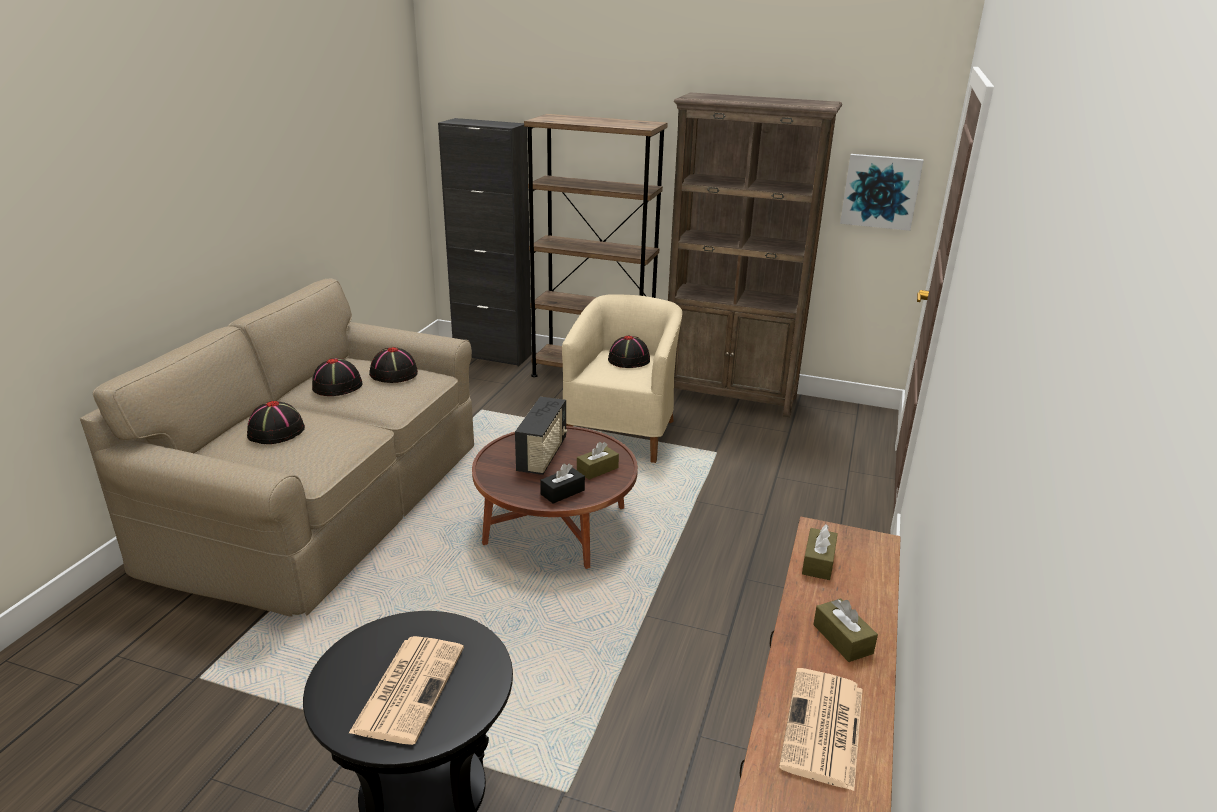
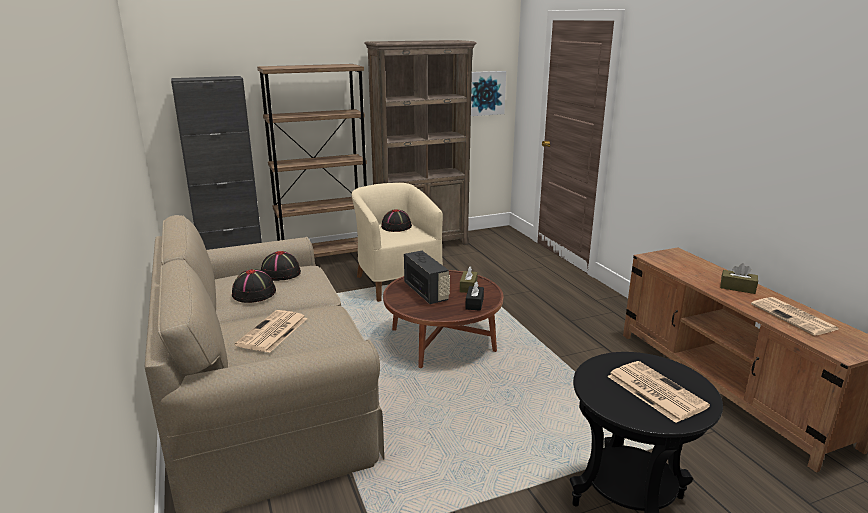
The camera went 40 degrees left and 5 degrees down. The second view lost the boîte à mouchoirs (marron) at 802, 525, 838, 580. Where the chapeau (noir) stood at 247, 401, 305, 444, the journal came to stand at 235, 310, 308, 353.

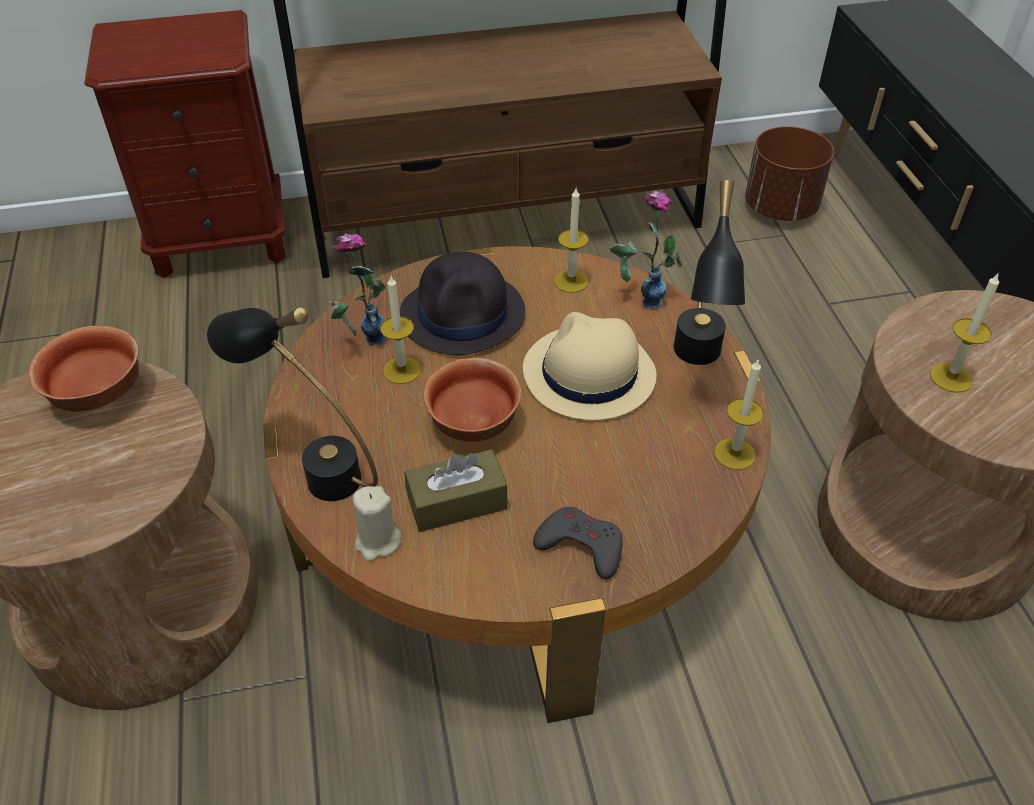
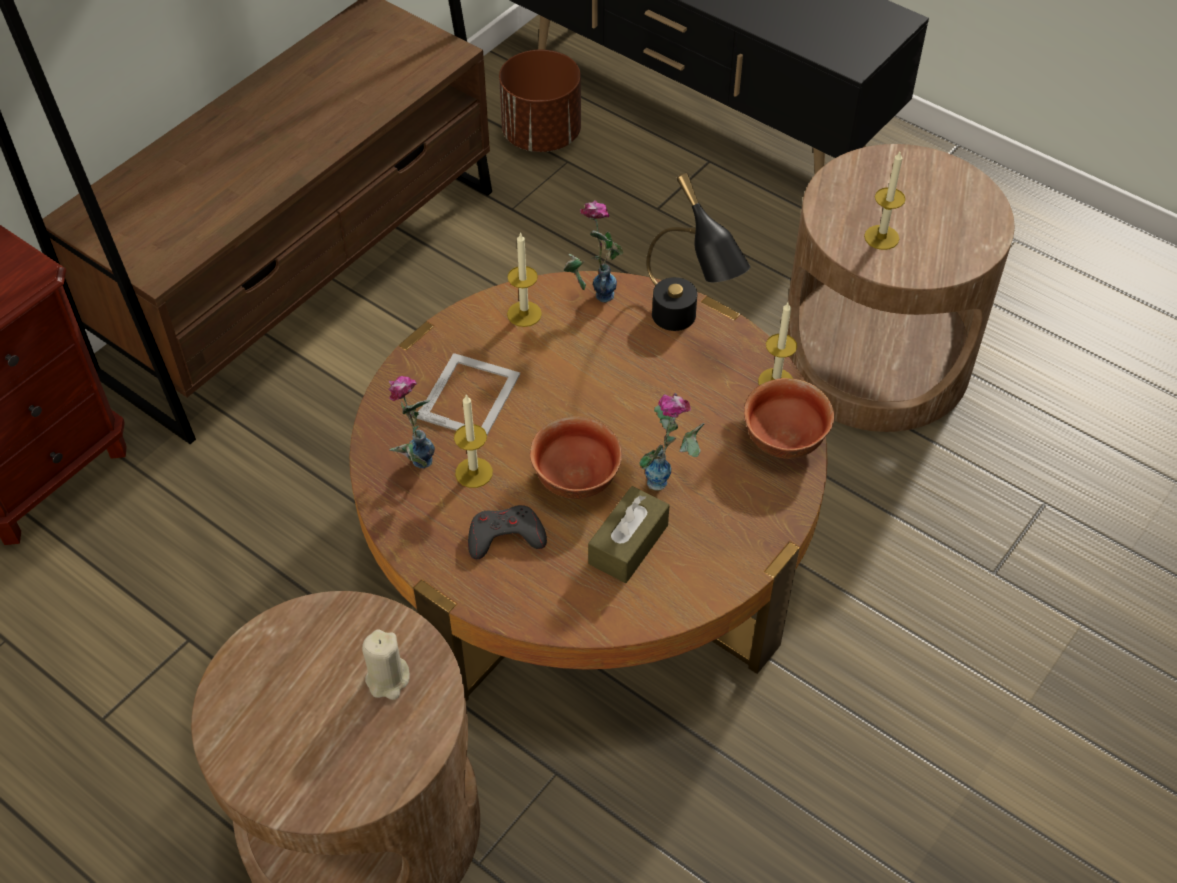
The camera went 40 degrees left and 5 degrees up. The second view lost the lampe de table (noir) at 207, 308, 378, 501. The second view lost the chapeau (beige) at 523, 312, 657, 420. The second view gained the vase at 639, 393, 705, 491. The bol ended up elsewhere, having gone from 29, 325, 139, 412 to 744, 378, 834, 459. The bougie (beige) ended up elsewhere, having gone from 353, 486, 402, 561 to 362, 629, 410, 700. The manette (gris) ended up elsewhere, having gone from 533, 507, 623, 579 to 468, 505, 547, 559. Where the chapeau (noir) stood at 400, 251, 525, 355, the cadre photo came to stand at 417, 353, 520, 435.

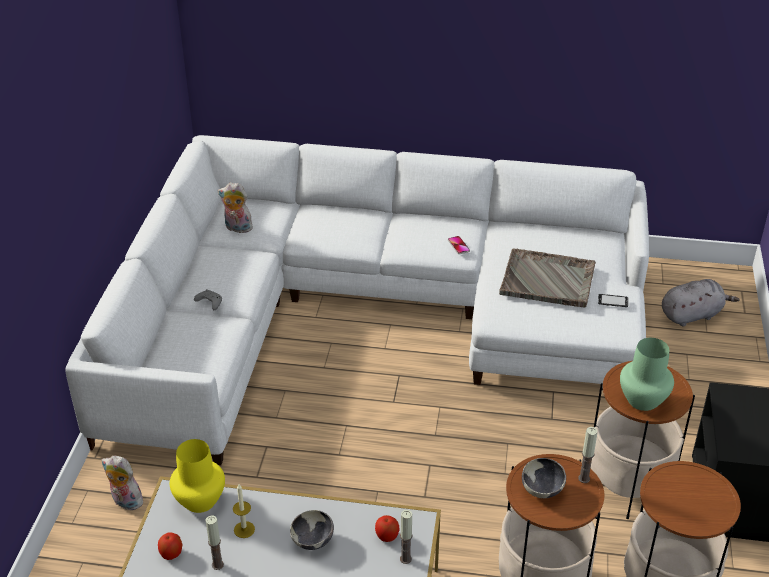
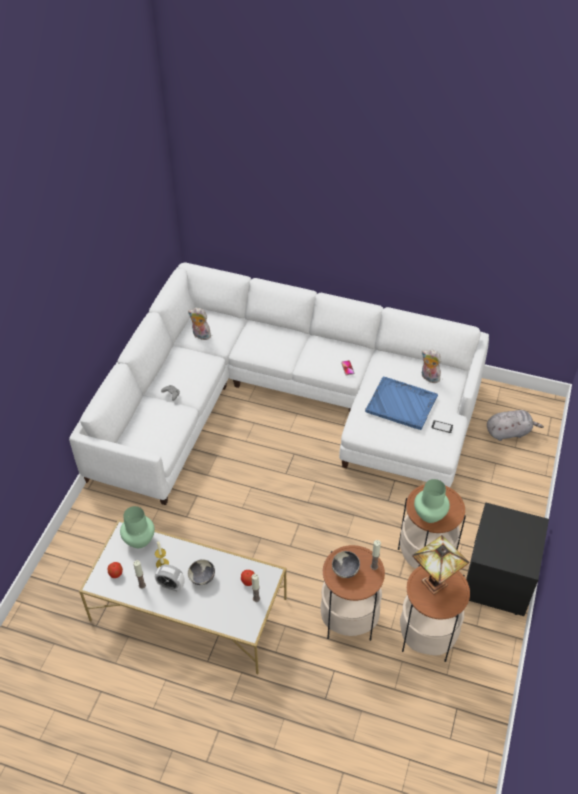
The camera went 10 degrees right and 10 degrees up. The second view gained the réveil at 155, 564, 185, 591. The second view gained the lampe de table at 412, 535, 469, 595. The peluche ended up elsewhere, having gone from 102, 456, 143, 510 to 422, 350, 441, 383. What was the vase (jaune) at 170, 439, 225, 513 turned into the vase (vert) at 120, 506, 155, 548. What was the plateau (gris) at 499, 248, 596, 308 turned into the plateau (bleu) at 365, 377, 438, 430.

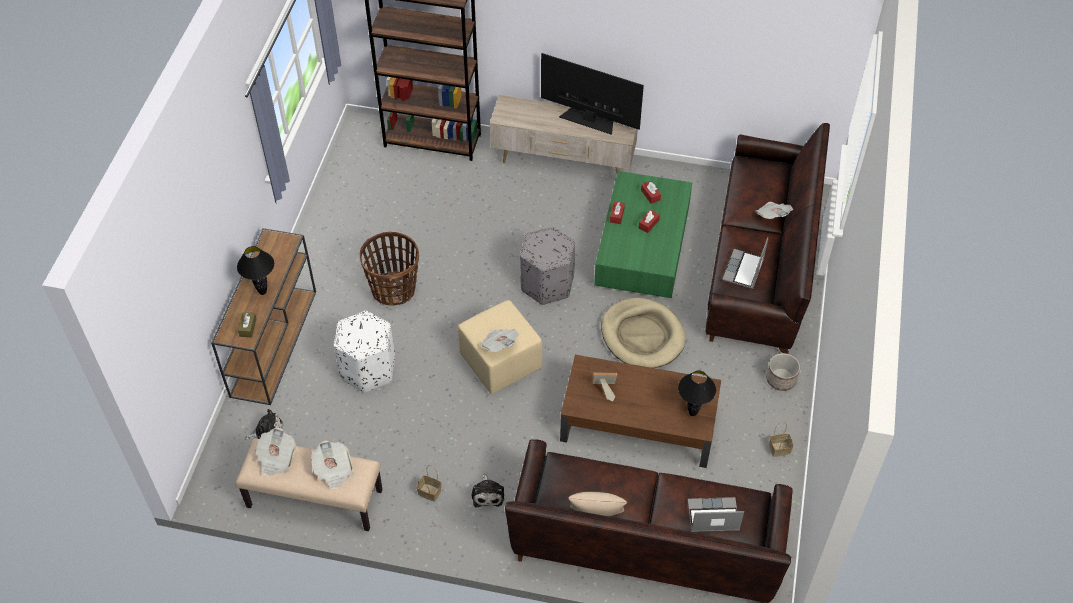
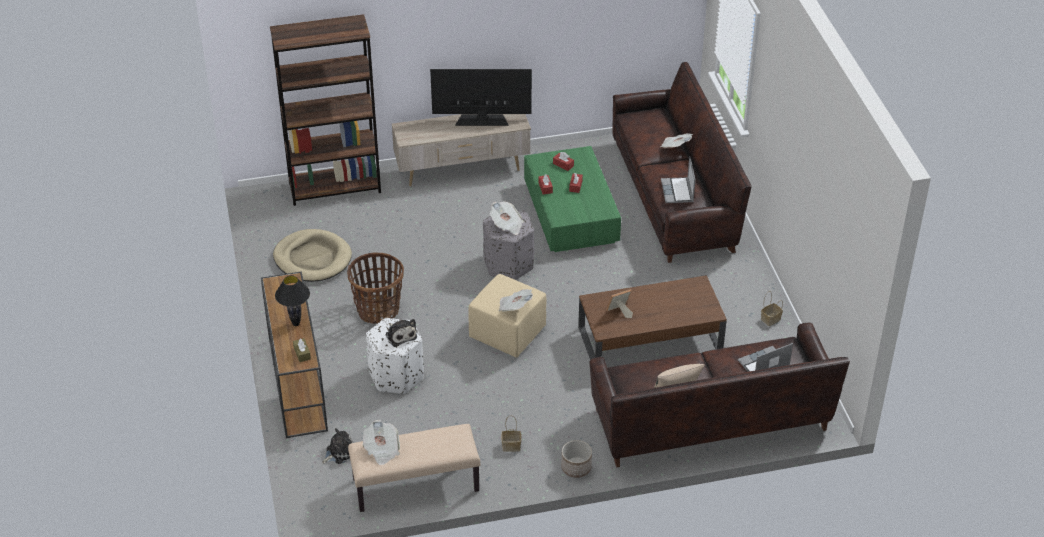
The camera went 25 degrees left and 10 degrees down. The second view lost the lampe de table (noir) at 678, 370, 716, 416. The journal ended up elsewhere, having gone from 311, 440, 354, 490 to 490, 201, 524, 235. The peluche ended up elsewhere, having gone from 472, 474, 504, 507 to 385, 319, 417, 347. The panier pour chien (beige) ended up elsewhere, having gone from 601, 297, 686, 368 to 273, 229, 352, 282. The cache-pot ended up elsewhere, having gone from 766, 353, 800, 391 to 561, 440, 592, 478.

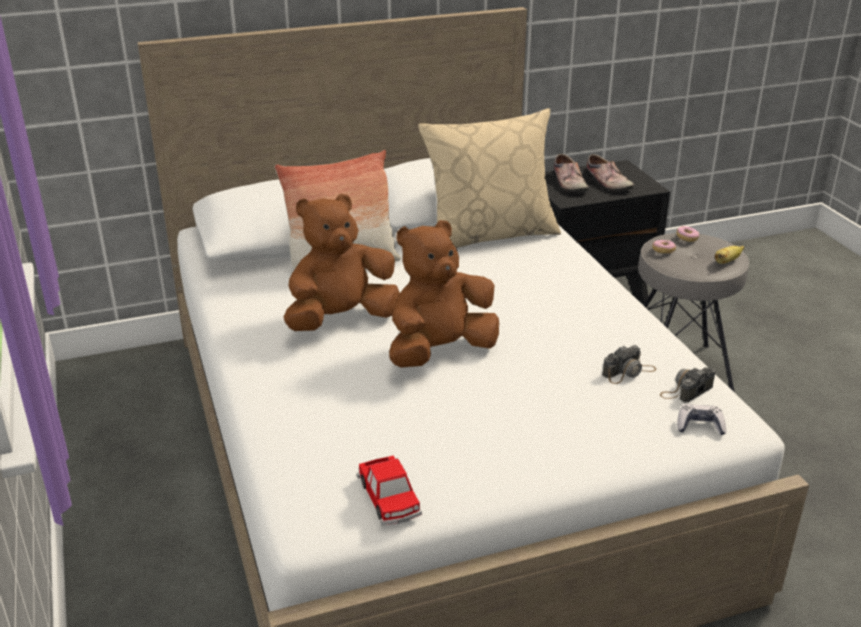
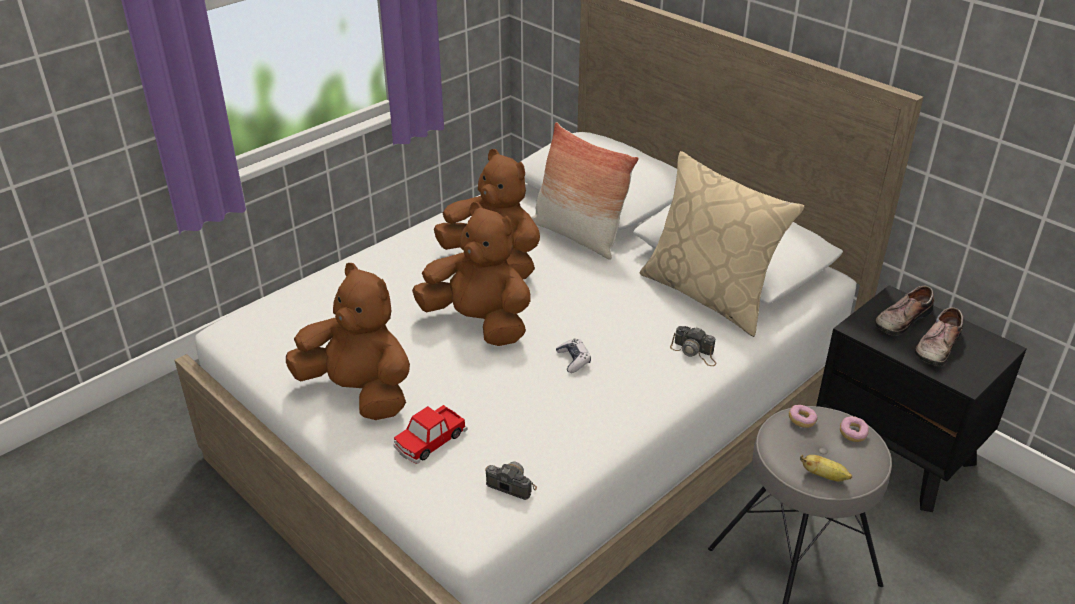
The camera went 65 degrees right and 5 degrees up. The second view gained the peluche (marron) at 286, 263, 410, 420. The petite voiture ended up elsewhere, having gone from 357, 456, 422, 525 to 393, 405, 468, 464. The appareil photo ended up elsewhere, having gone from 602, 345, 657, 384 to 670, 326, 717, 366. The manette ended up elsewhere, having gone from 677, 404, 726, 435 to 556, 338, 591, 373.

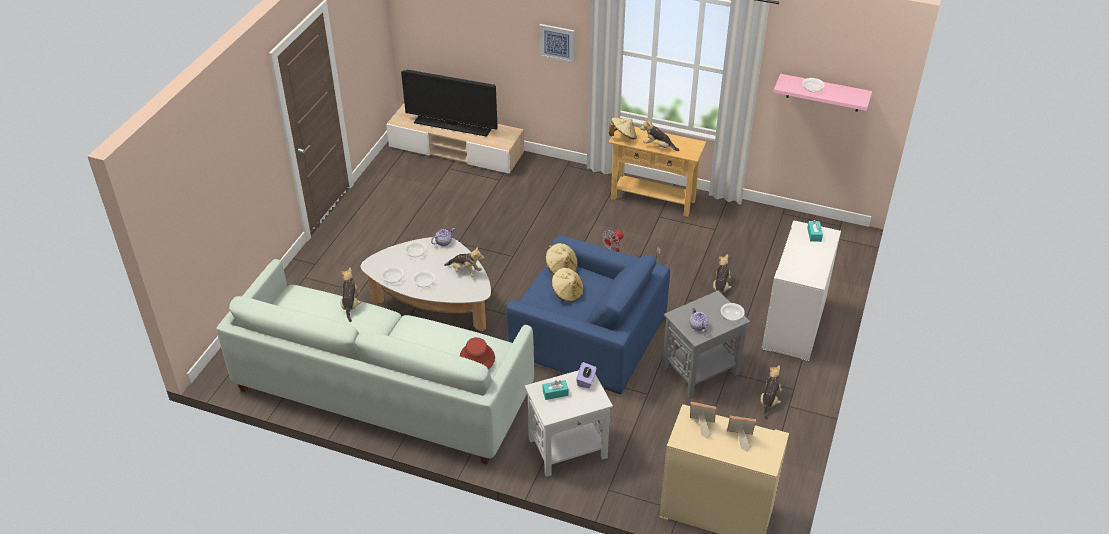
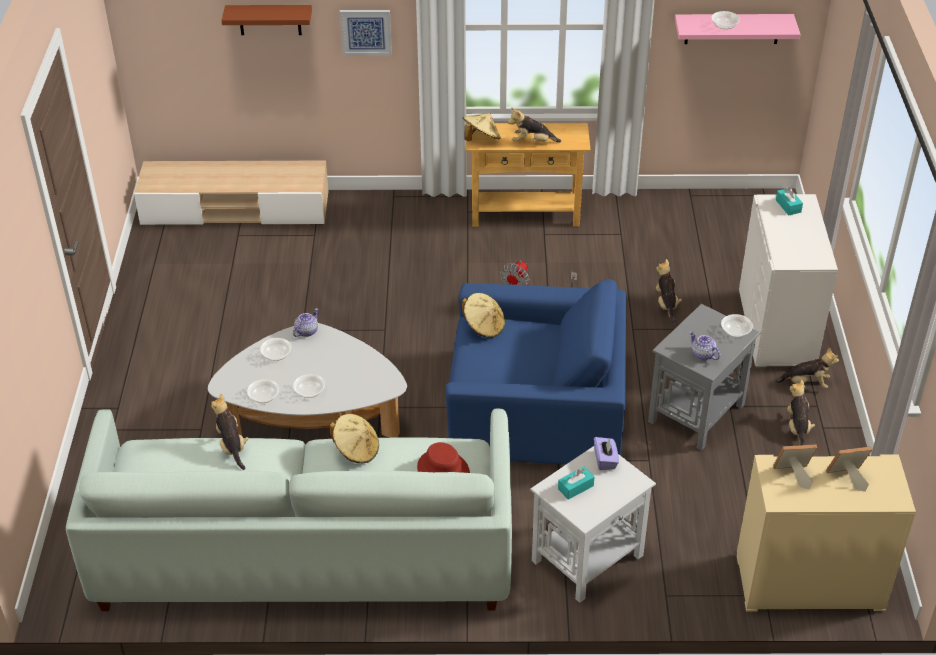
The camera went 20 degrees left and 0 degrees up. The second view lost the téléviseur at 401, 70, 498, 137. The second view gained the étagère (marron) at 221, 5, 312, 35. The peluche ended up elsewhere, having gone from 444, 247, 485, 277 to 775, 347, 839, 388. The chapeau (beige) ended up elsewhere, having gone from 552, 268, 584, 302 to 330, 414, 379, 463.

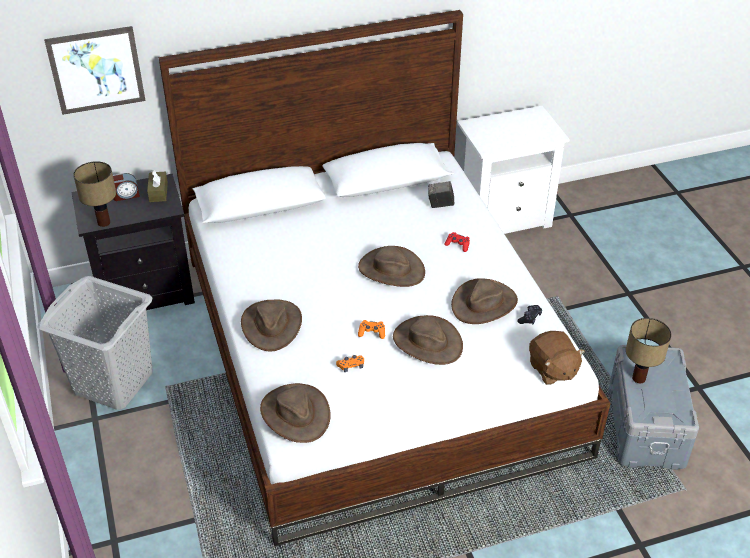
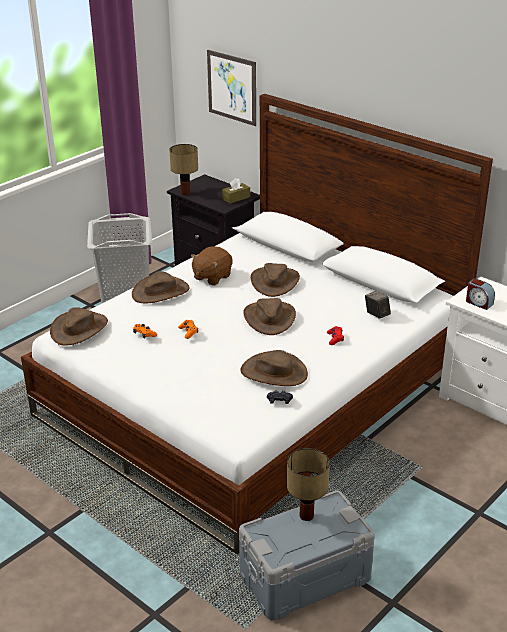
The camera went 60 degrees right and 10 degrees down. The réveil ended up elsewhere, having gone from 113, 173, 140, 201 to 466, 279, 495, 310. The chapeau (marron) ended up elsewhere, having gone from 393, 315, 463, 365 to 251, 263, 300, 297. The peluche (marron) ended up elsewhere, having gone from 529, 331, 585, 385 to 190, 246, 233, 286.

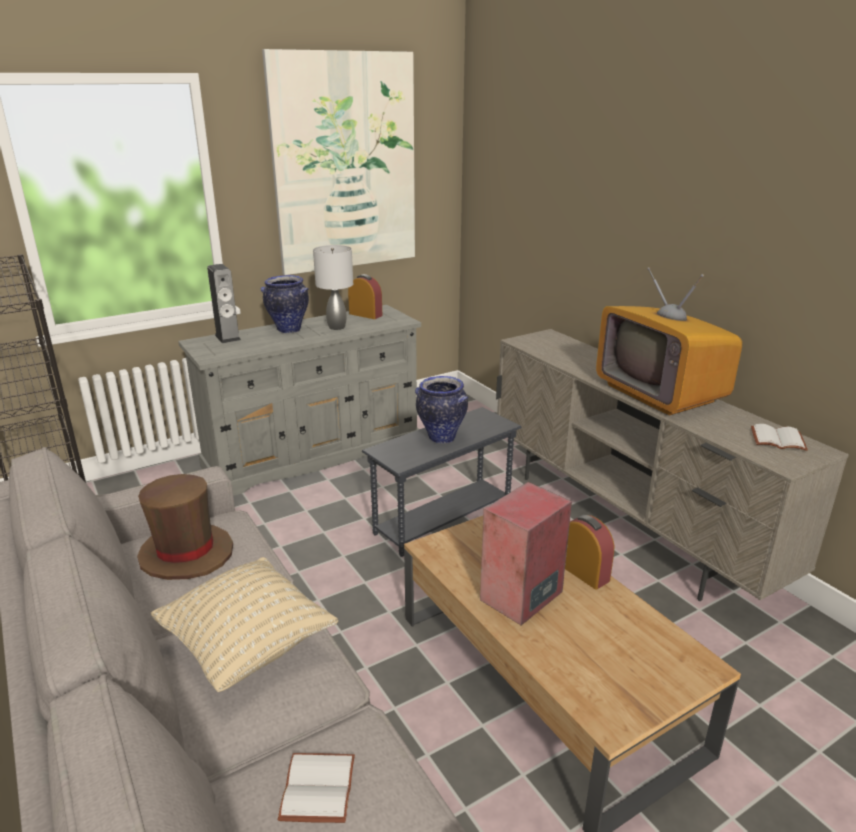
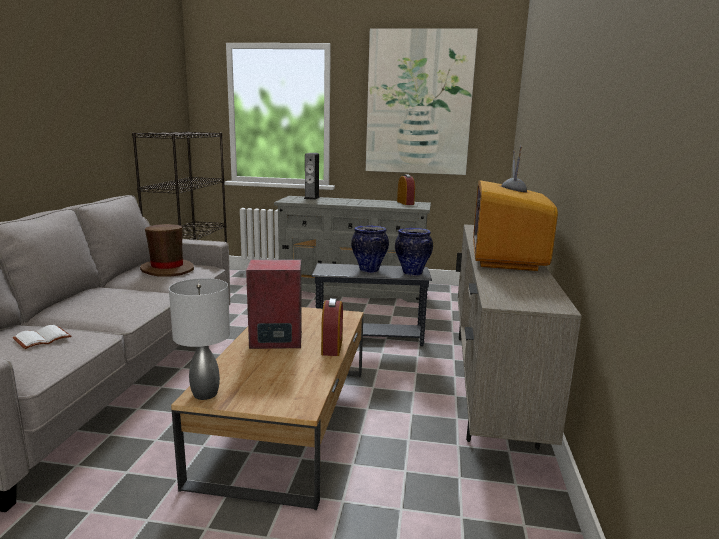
The camera went 40 degrees right and 10 degrees down. The second view lost the coussin (beige) at 150, 557, 338, 692. The second view lost the livre (blanc) at 751, 424, 808, 451. The vase ended up elsewhere, having gone from 261, 275, 309, 333 to 395, 228, 433, 276. The lampe de table (gris) ended up elsewhere, having gone from 313, 245, 353, 330 to 169, 278, 230, 400.

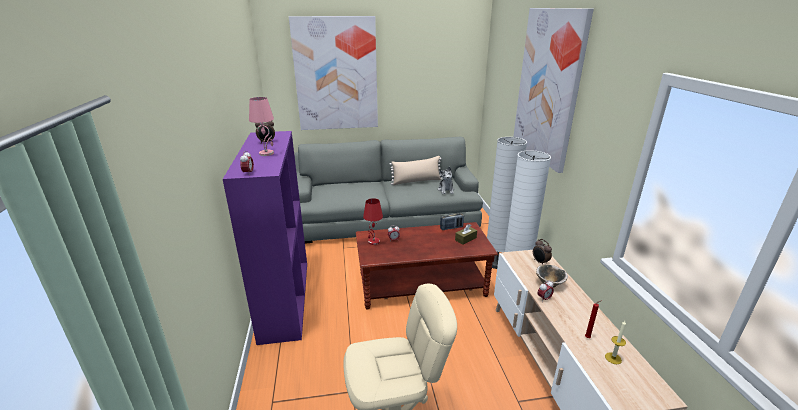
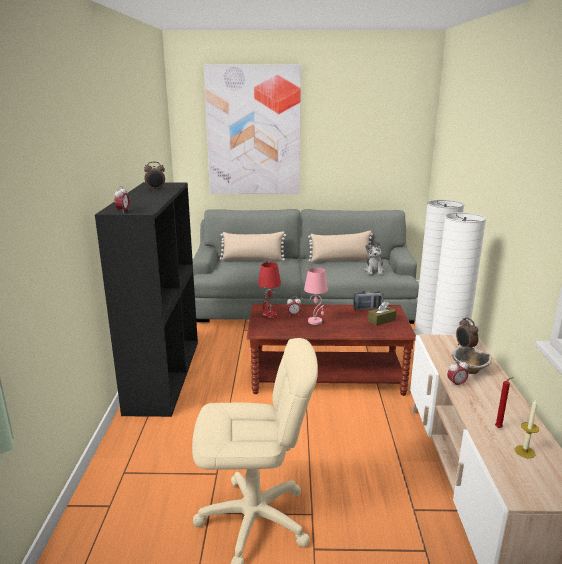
The camera went 10 degrees right and 5 degrees down. The second view lost the tableau at 513, 8, 594, 173. The second view gained the coussin (beige) at 220, 231, 286, 262. The lampe de table (rose) ended up elsewhere, having gone from 249, 97, 274, 156 to 304, 267, 328, 325. What was the bibliothèque (violet) at 223, 131, 307, 345 turned into the bibliothèque (noir) at 95, 182, 198, 417.

